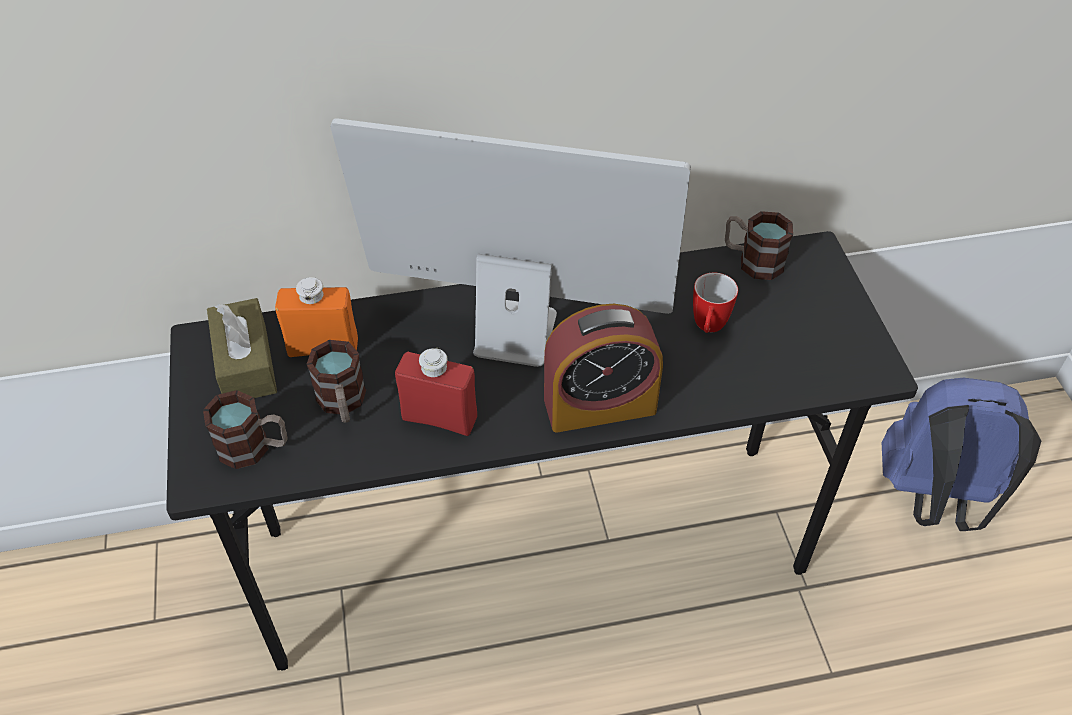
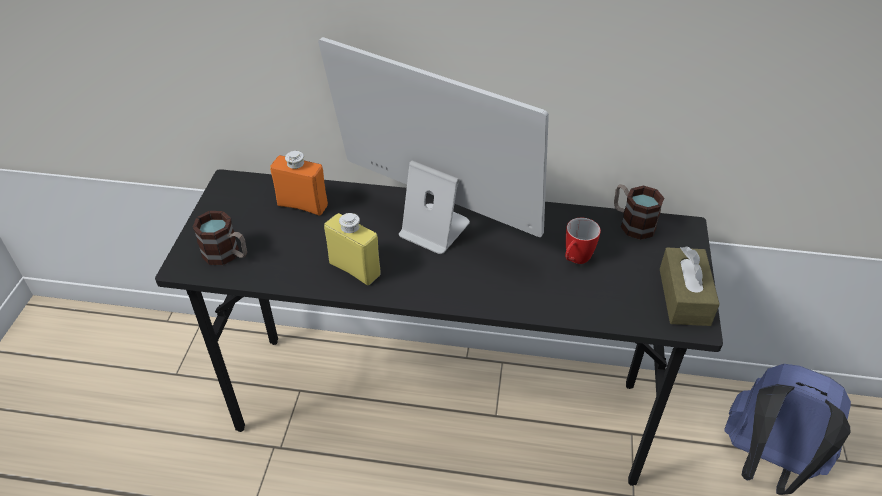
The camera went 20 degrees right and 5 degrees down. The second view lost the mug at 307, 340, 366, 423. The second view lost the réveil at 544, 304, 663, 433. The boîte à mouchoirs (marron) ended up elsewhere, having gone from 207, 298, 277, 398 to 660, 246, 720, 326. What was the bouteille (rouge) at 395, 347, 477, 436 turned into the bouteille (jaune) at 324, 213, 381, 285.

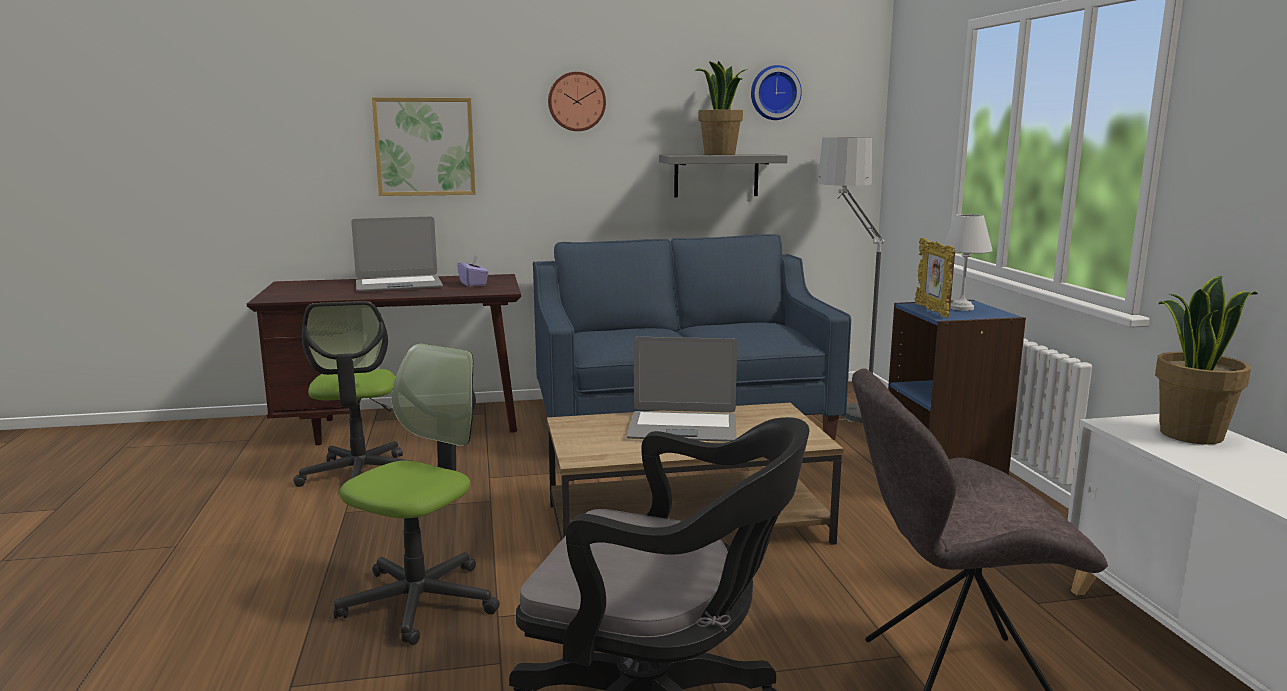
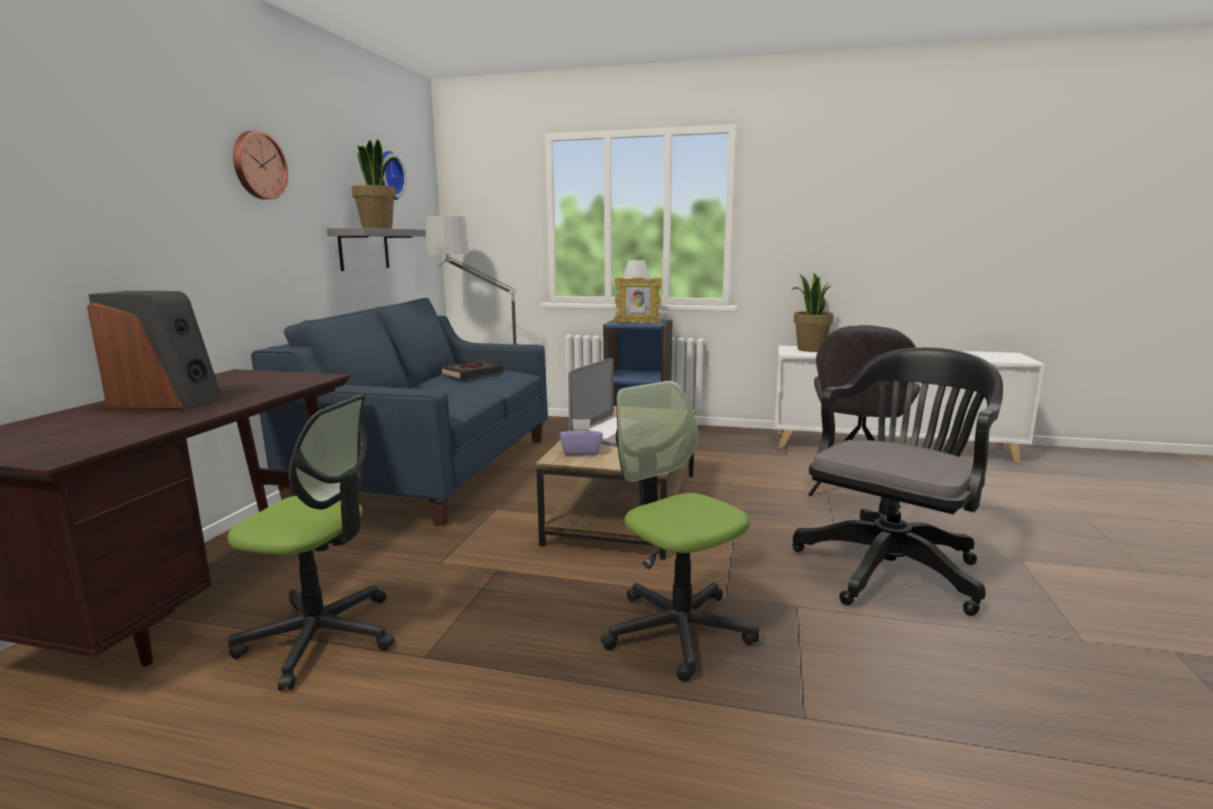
The camera went 65 degrees left and 0 degrees up. The second view lost the tableau at 372, 97, 476, 196. The second view gained the livre (noir) at 440, 360, 503, 379. The boîte à mouchoirs (violet) ended up elsewhere, having gone from 457, 255, 489, 287 to 559, 419, 603, 455. Where the ordinateur portable stood at 351, 217, 443, 292, the enceinte came to stand at 87, 291, 223, 409.

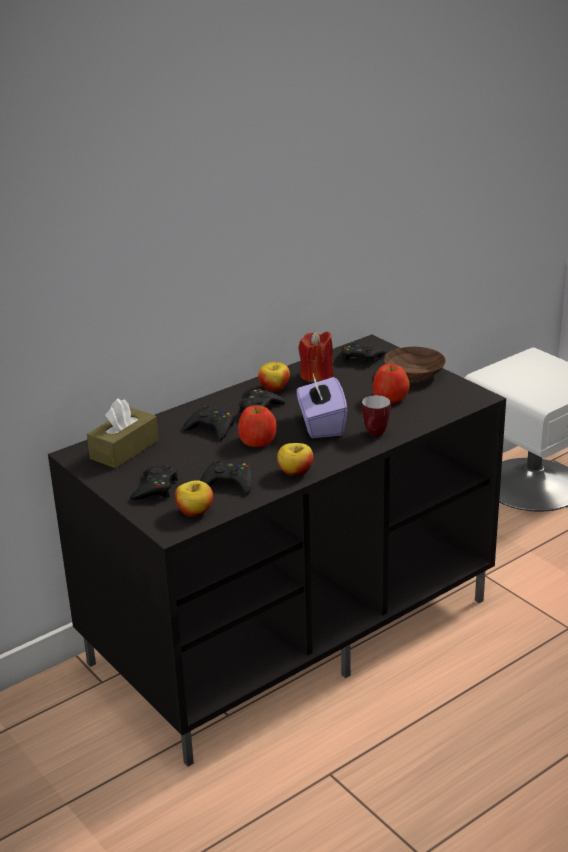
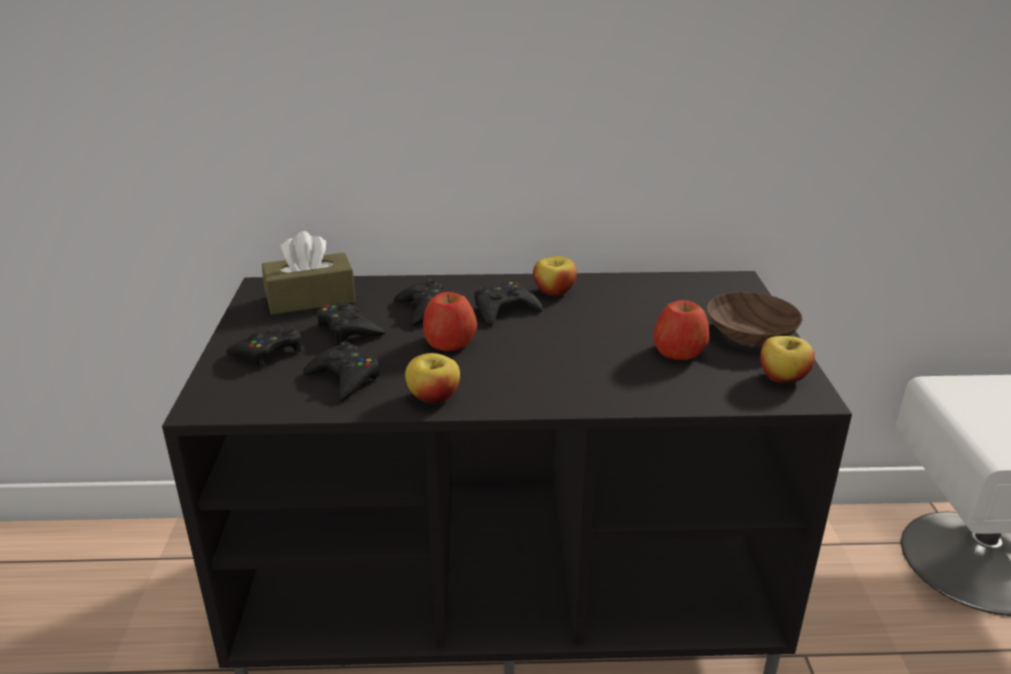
The camera went 35 degrees right and 0 degrees up. The second view lost the boîte à mouchoirs (violet) at 297, 374, 348, 438. The second view lost the bougie (rouge) at 298, 331, 333, 382. The second view lost the mug at 362, 395, 391, 436. The pomme ended up elsewhere, having gone from 175, 480, 213, 517 to 760, 336, 815, 383. The manette (noir) ended up elsewhere, having gone from 342, 342, 386, 365 to 317, 302, 385, 343.

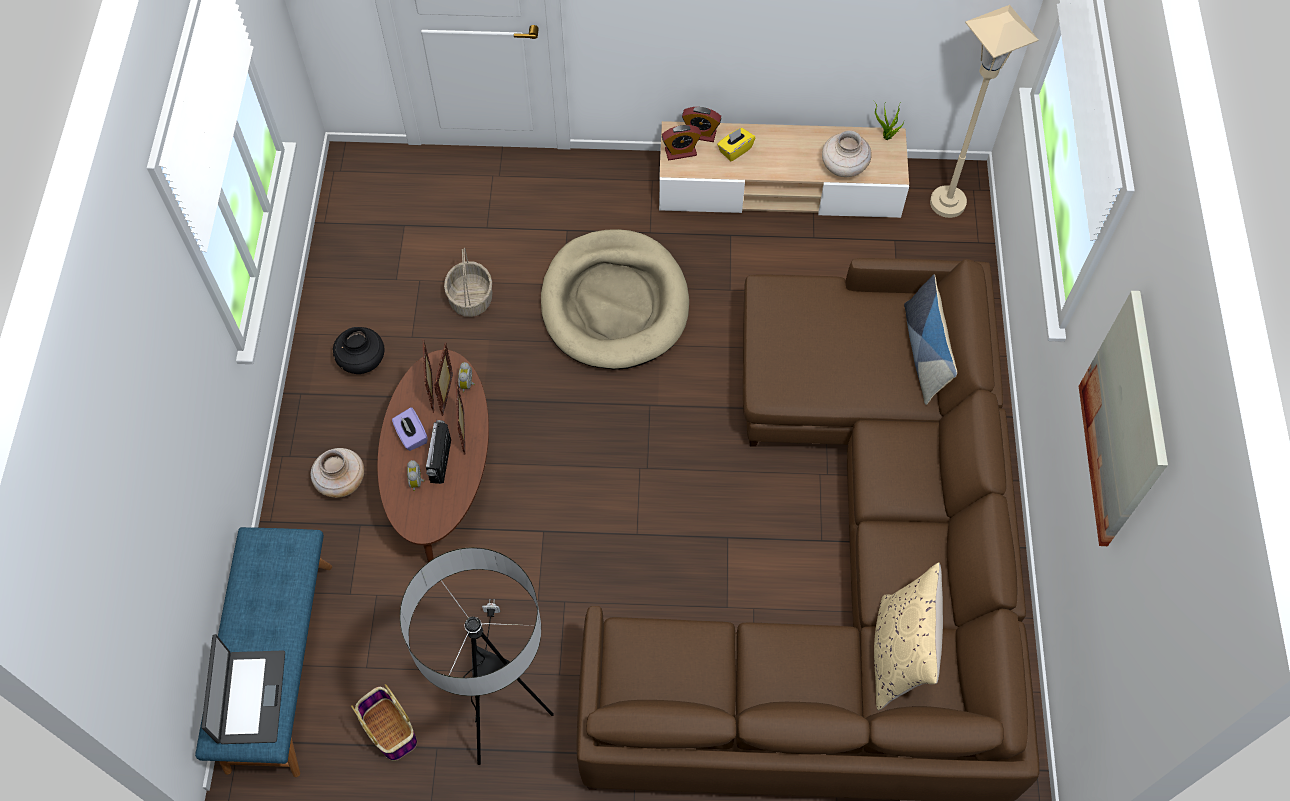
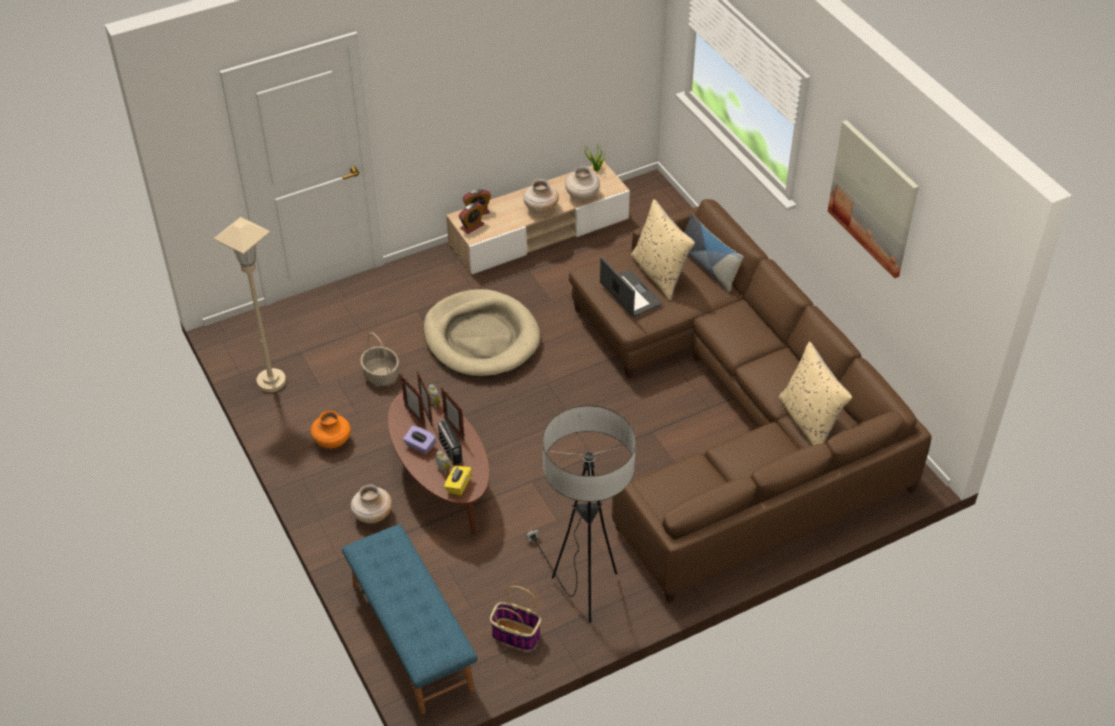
The camera went 30 degrees left and 15 degrees down. The second view gained the vase (beige) at 523, 179, 559, 214. The second view gained the coussin (beige) at 631, 199, 695, 300. The ordinateur portable ended up elsewhere, having gone from 201, 634, 285, 744 to 600, 257, 662, 317. The boîte à mouchoirs (jaune) ended up elsewhere, having gone from 717, 128, 755, 162 to 444, 466, 472, 496. The lampadaire (beige) ended up elsewhere, having gone from 930, 5, 1038, 218 to 214, 217, 286, 392. What was the vase (noir) at 333, 327, 385, 374 turned into the vase (orange) at 310, 411, 351, 449.

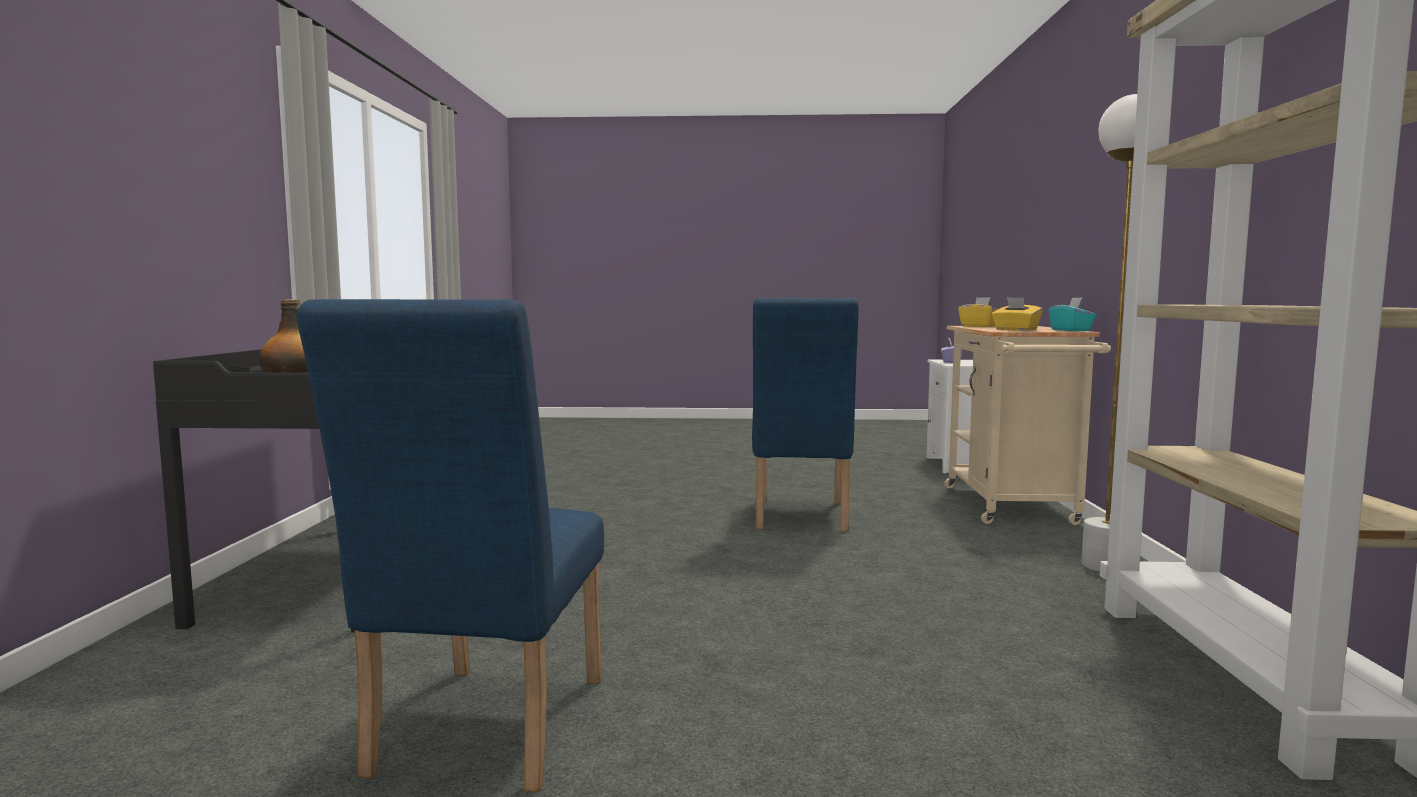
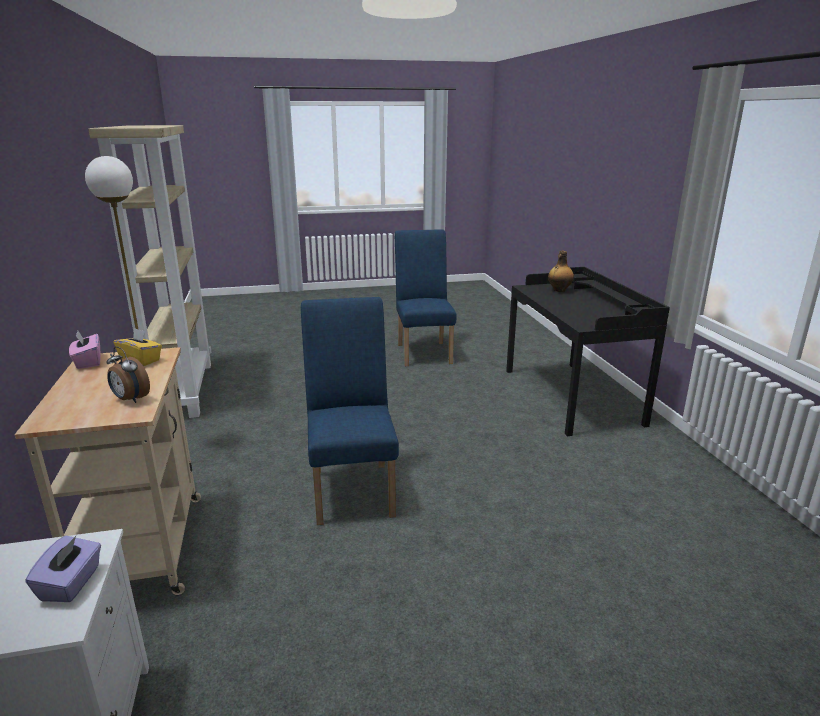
The camera went 165 degrees right and 15 degrees up. Where the boîte à mouchoirs (jaune) stood at 958, 297, 998, 327, the réveil came to stand at 106, 346, 150, 403. What was the boîte à mouchoirs (turquoise) at 1048, 297, 1097, 331 turned into the boîte à mouchoirs (rose) at 69, 331, 100, 369.

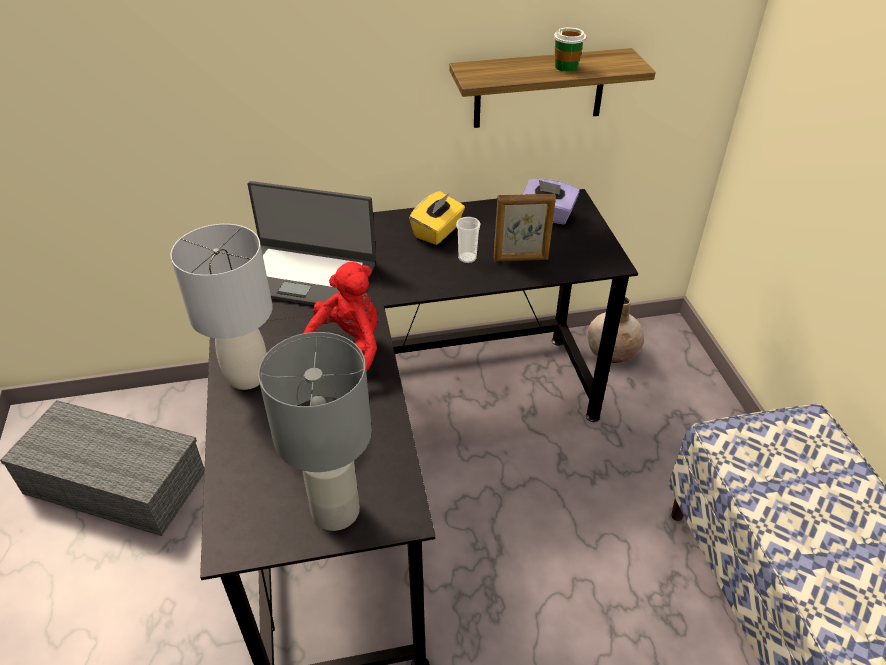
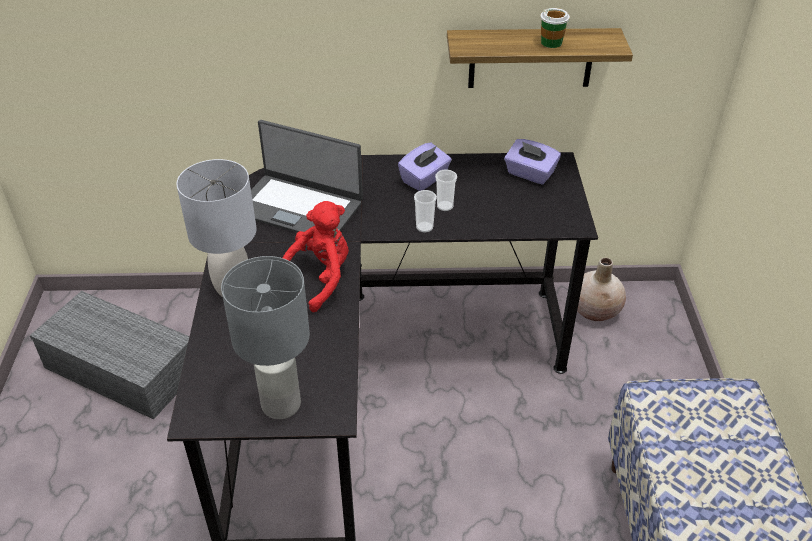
The camera went 10 degrees right and 0 degrees up. The second view lost the cadre photo at 494, 193, 556, 262. The second view gained the tasse at 414, 190, 437, 233. What was the boîte à mouchoirs (jaune) at 409, 191, 465, 245 turned into the boîte à mouchoirs (violet) at 398, 142, 452, 191.

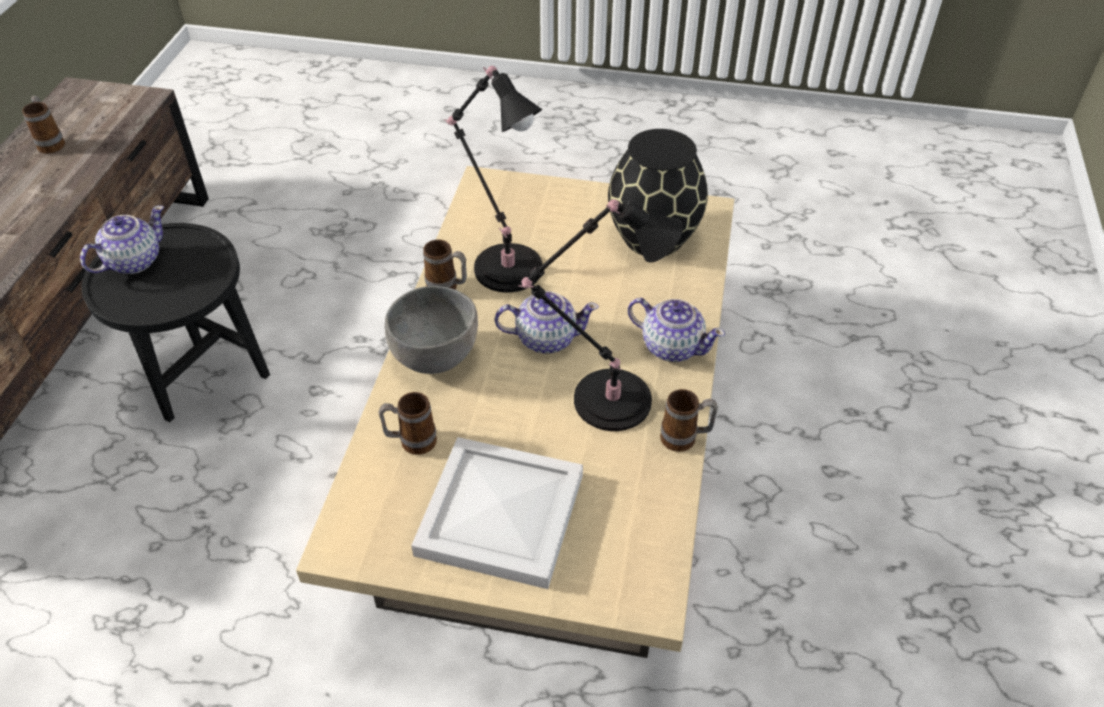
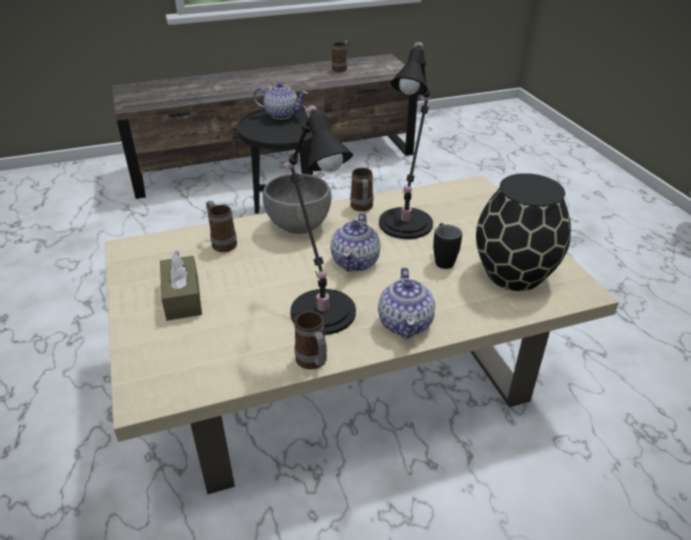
The camera went 60 degrees right and 10 degrees down. The second view gained the mug (noir) at 433, 223, 462, 269. Where the plateau (blanc) stood at 411, 437, 583, 589, the boîte à mouchoirs (marron) came to stand at 160, 251, 202, 321. The théière at 495, 291, 599, 354 ended up facing another way, 45 degrees clockwise from before.

